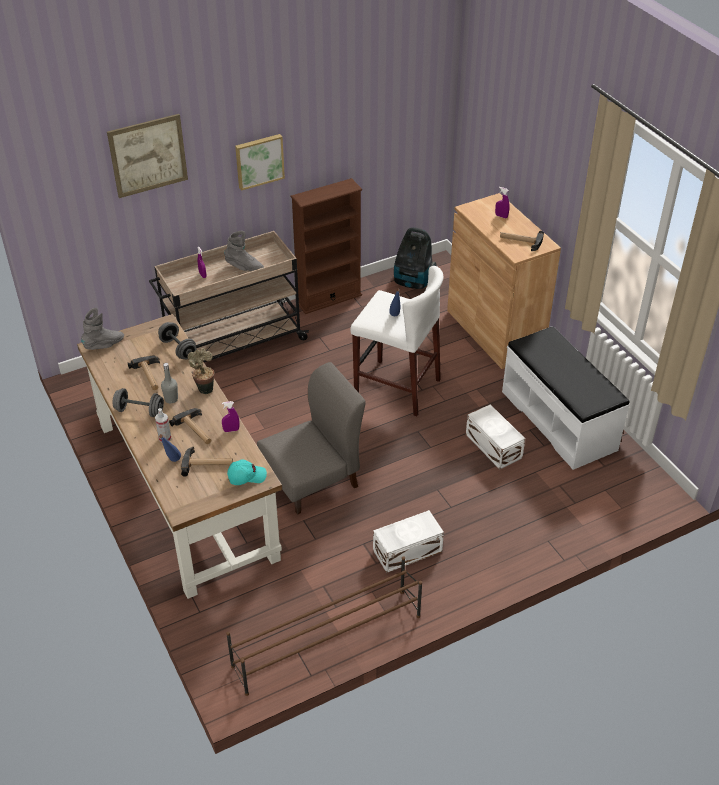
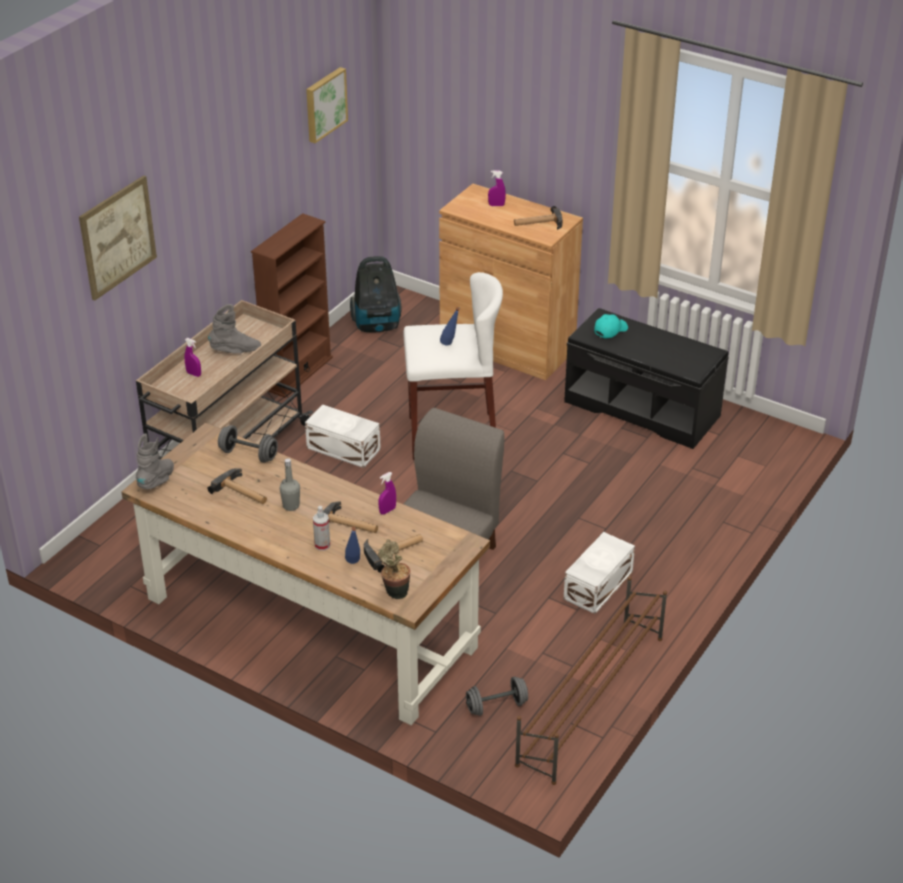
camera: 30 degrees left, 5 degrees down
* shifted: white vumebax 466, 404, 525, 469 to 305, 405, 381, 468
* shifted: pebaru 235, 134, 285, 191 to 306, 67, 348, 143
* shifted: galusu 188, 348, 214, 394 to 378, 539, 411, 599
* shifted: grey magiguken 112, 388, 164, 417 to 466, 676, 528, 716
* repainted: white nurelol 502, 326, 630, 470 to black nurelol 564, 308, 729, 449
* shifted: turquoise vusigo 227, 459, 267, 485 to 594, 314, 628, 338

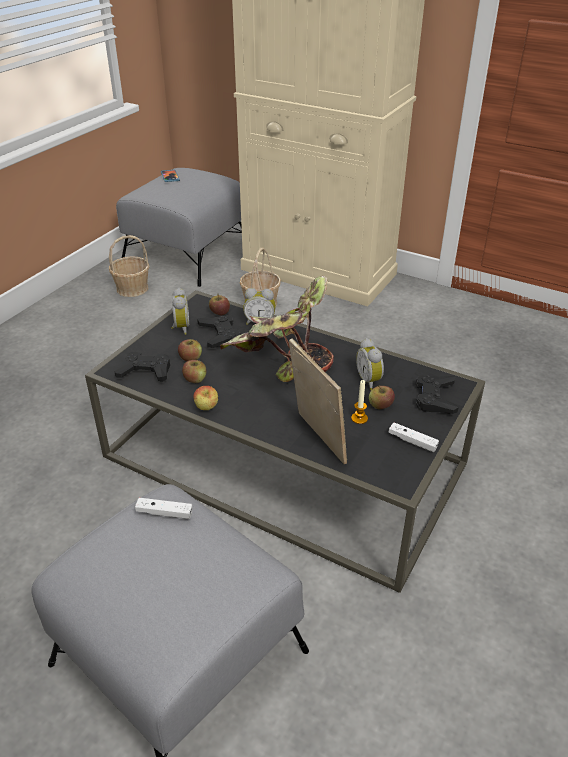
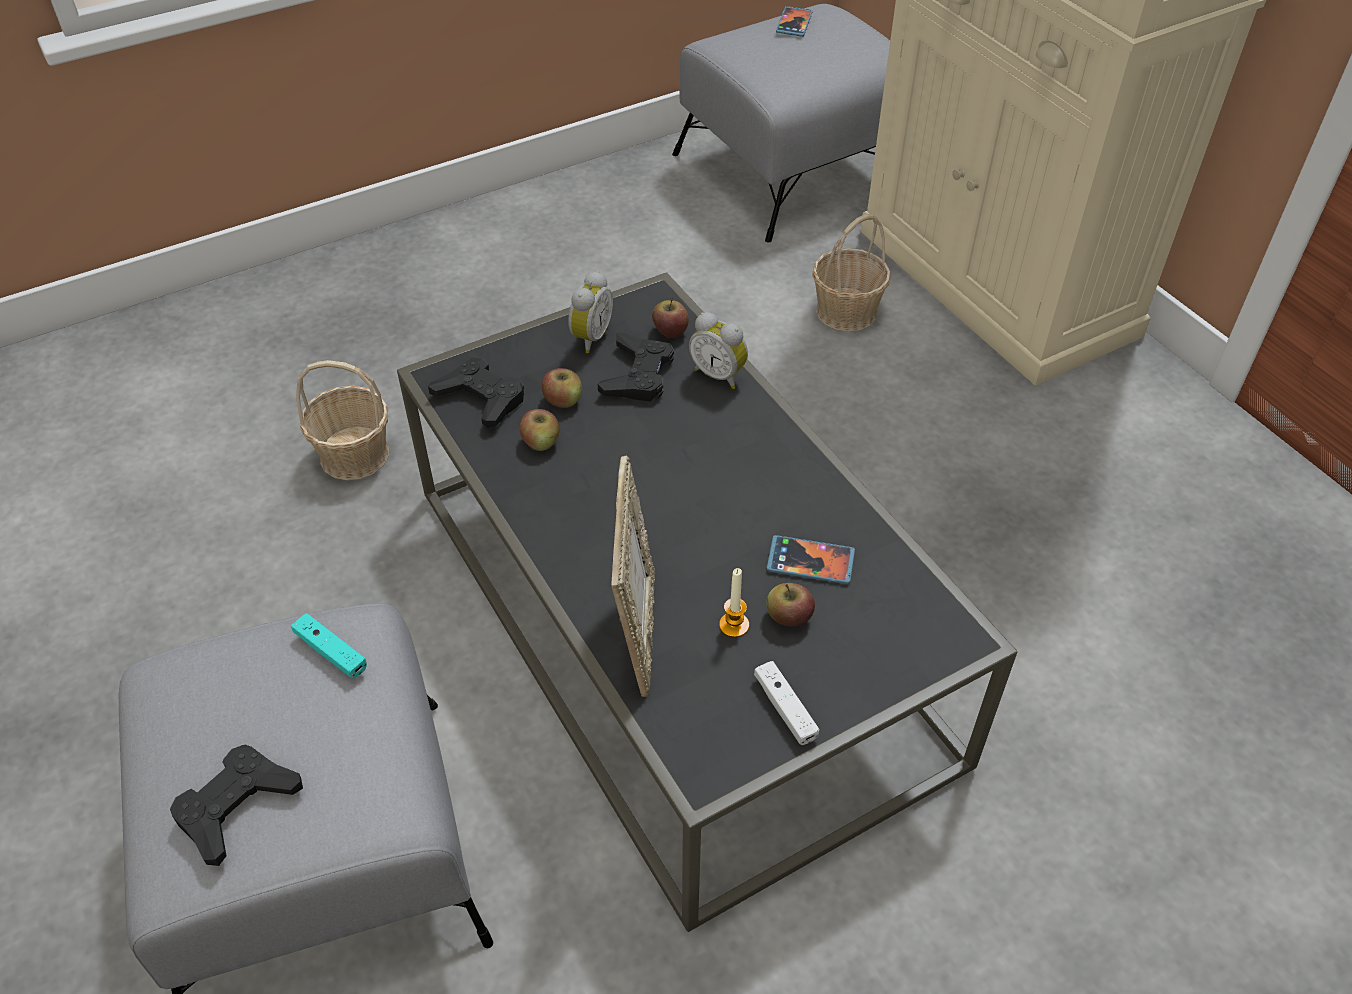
camera: 30 degrees right, 10 degrees up
* shifted: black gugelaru 416, 375, 459, 414 to 170, 744, 303, 866
* repainted: white gugelaru 135, 498, 192, 519 to turquoise gugelaru 291, 613, 367, 678
* shifted: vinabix 109, 235, 149, 297 to 296, 360, 389, 480
* swapped: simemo 356, 338, 384, 390 to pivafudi 766, 535, 855, 584
* gone: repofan 194, 386, 218, 410
* gone: galusu 220, 276, 334, 382

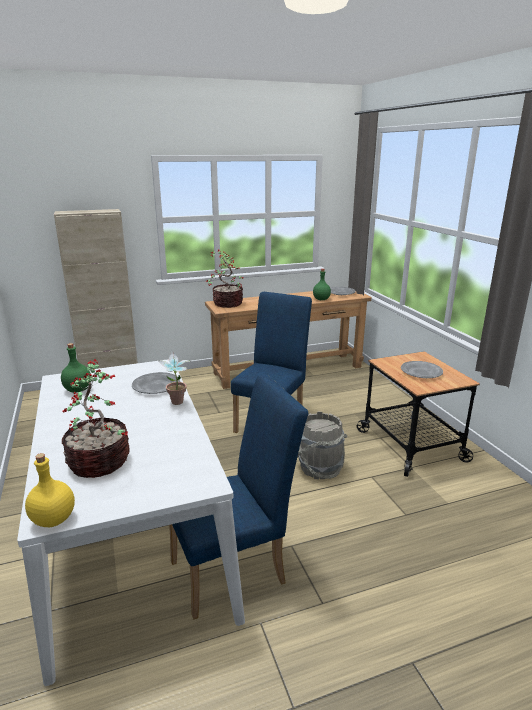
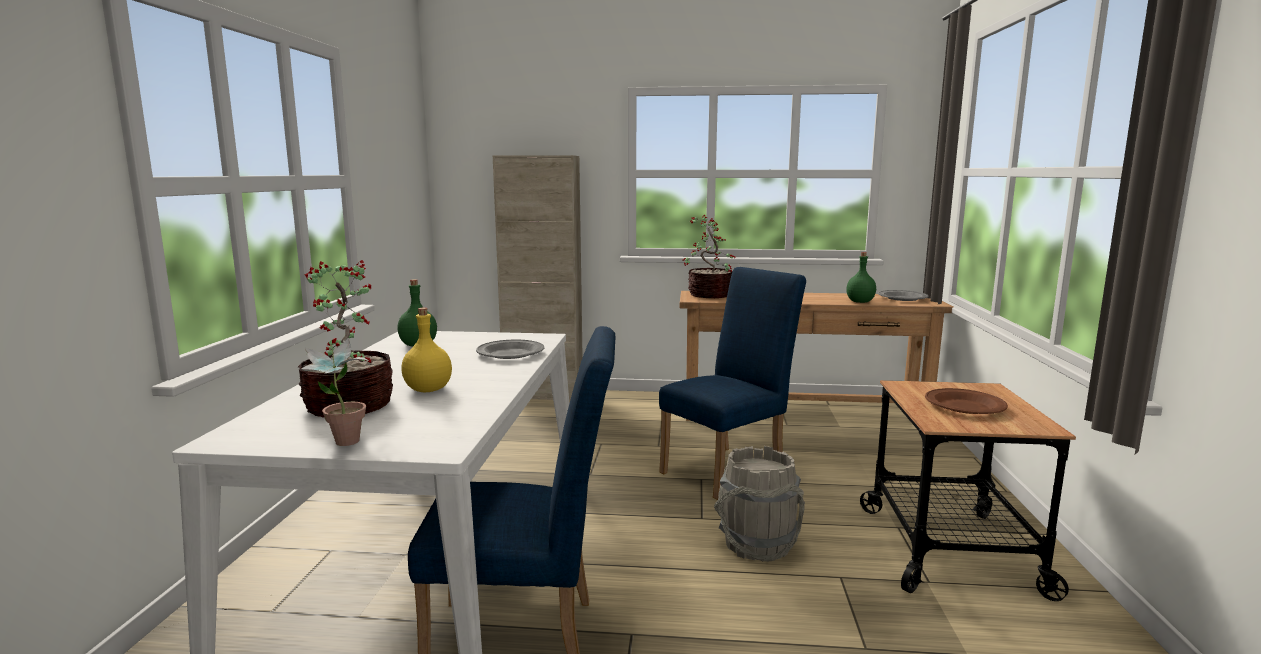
camera: 25 degrees right, 10 degrees down
* shifted: galusu 157, 352, 189, 405 to 301, 338, 369, 446
* shifted: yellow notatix 25, 453, 75, 527 to 401, 308, 452, 392
* repainted: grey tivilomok 401, 361, 443, 378 to brown tivilomok 925, 388, 1008, 414

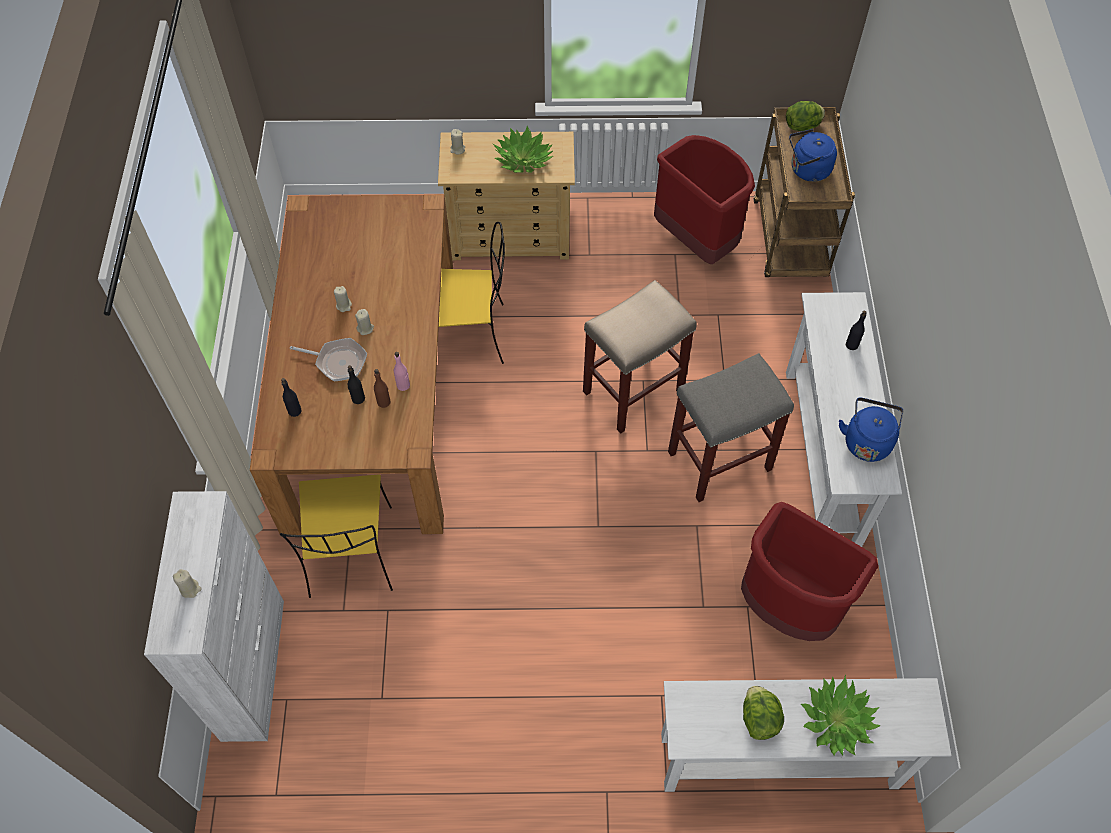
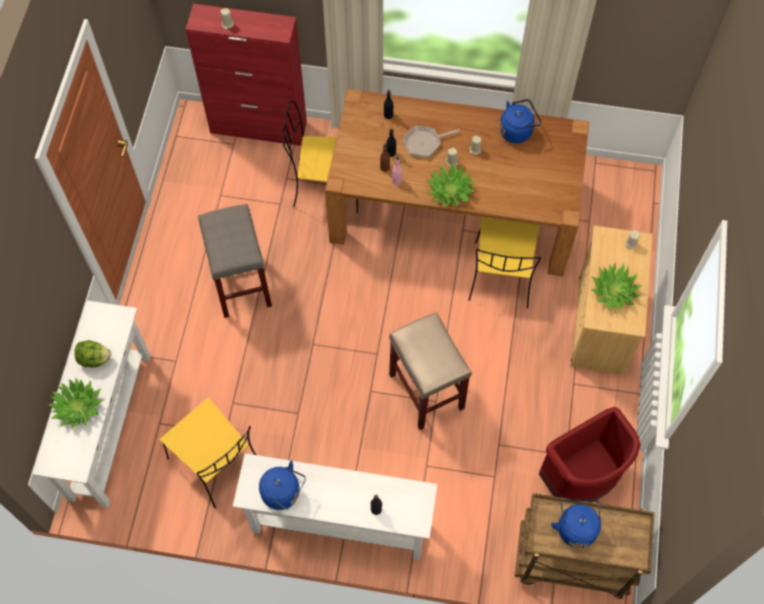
camera: 100 degrees right, 5 degrees up
* swapped: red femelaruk 741, 502, 878, 641 to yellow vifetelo 159, 398, 256, 508
* repainted: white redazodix 144, 491, 284, 742 to red redazodix 185, 4, 307, 146
* shifted: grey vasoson 668, 353, 794, 502 to 198, 204, 272, 318
* rotated: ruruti 290, 338, 367, 381 = 403, 126, 459, 157 45 degrees clockwise
* new: galusu 427, 163, 475, 207
* new: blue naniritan 499, 99, 542, 143
* gone: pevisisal 786, 101, 825, 131

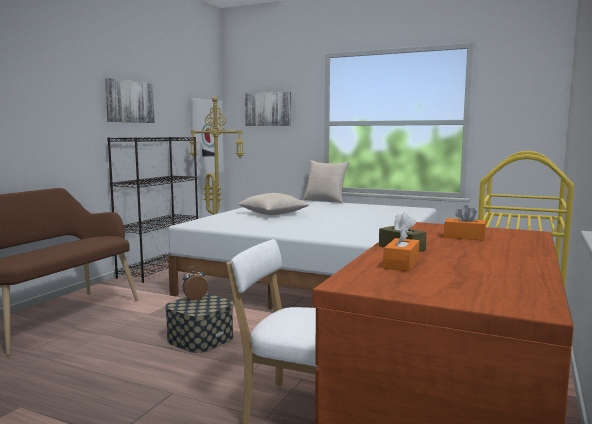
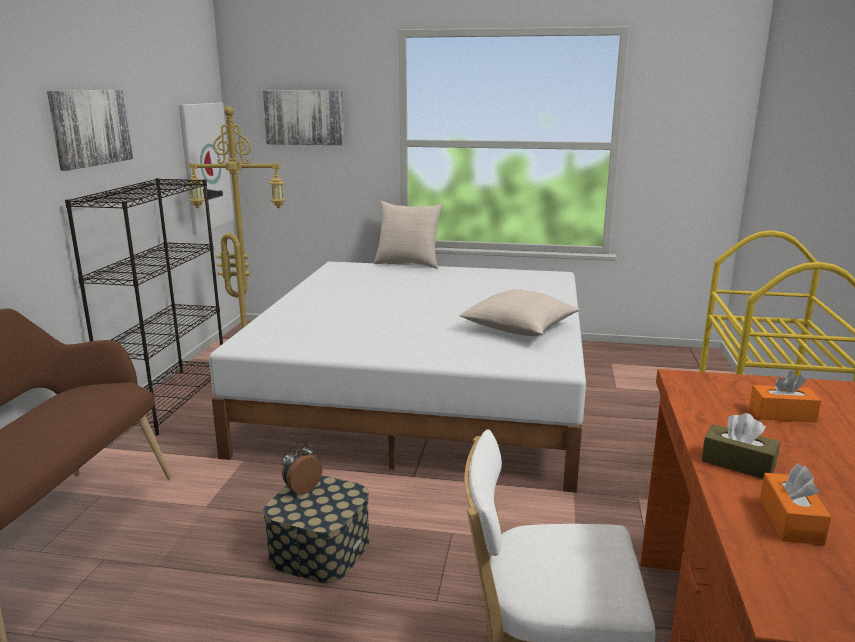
camera: 15 degrees left, 10 degrees up
* shifted: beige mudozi 238, 193, 309, 215 to 459, 290, 580, 336

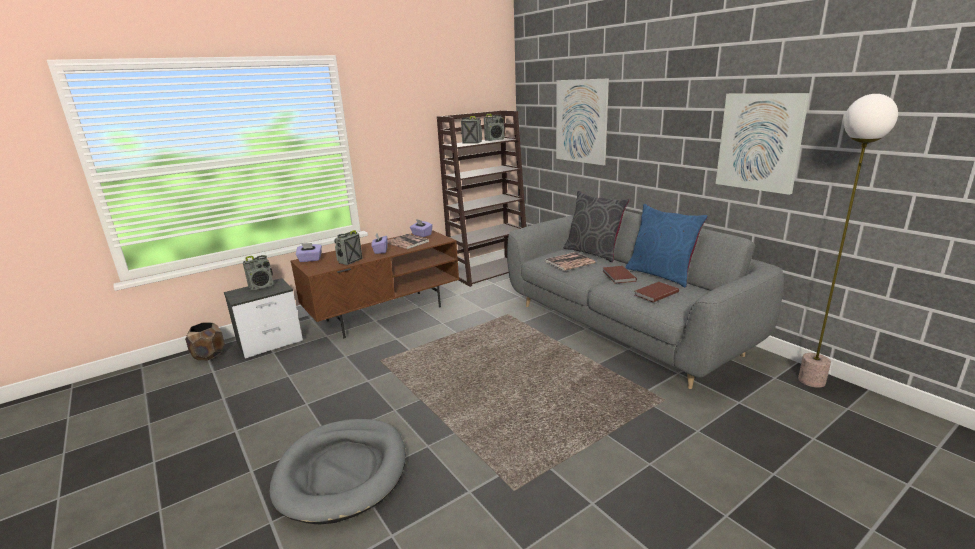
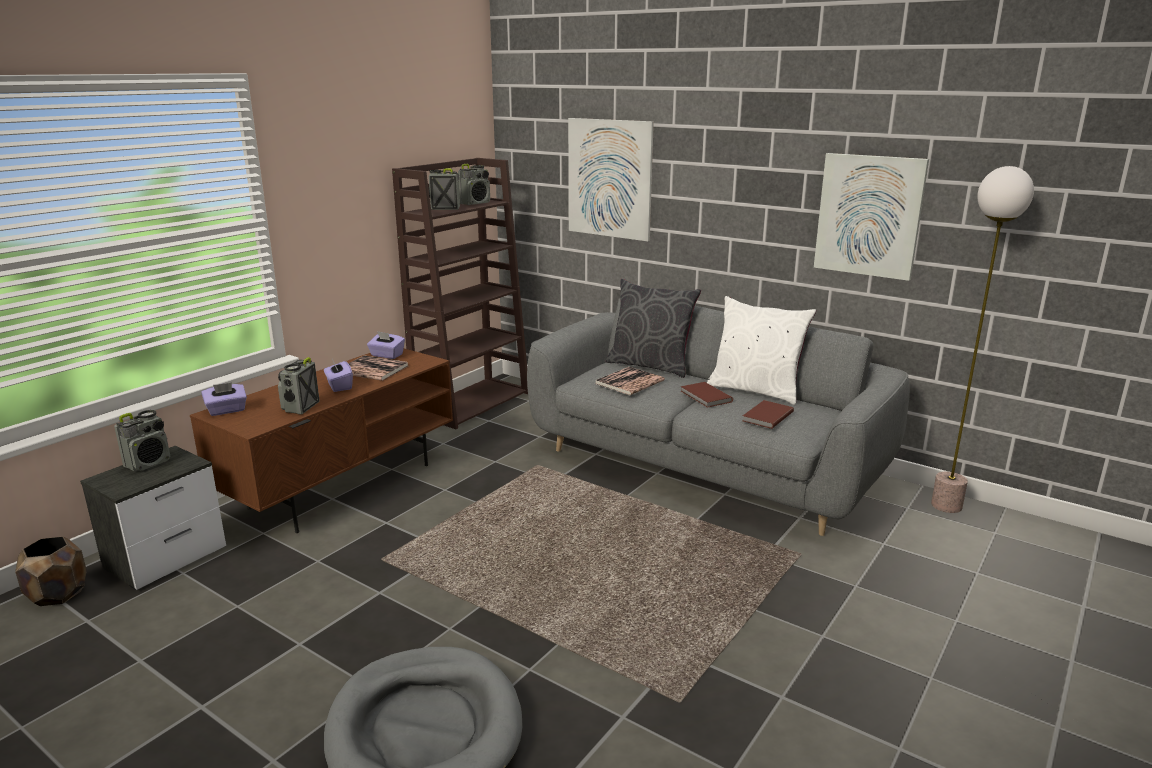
camera: 20 degrees left, 0 degrees up
* repainted: blue mudozi 625, 204, 708, 287 to white mudozi 707, 296, 816, 405

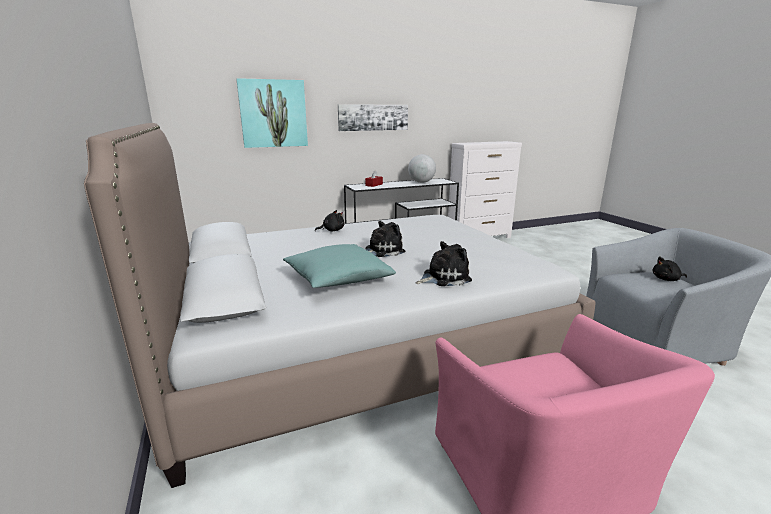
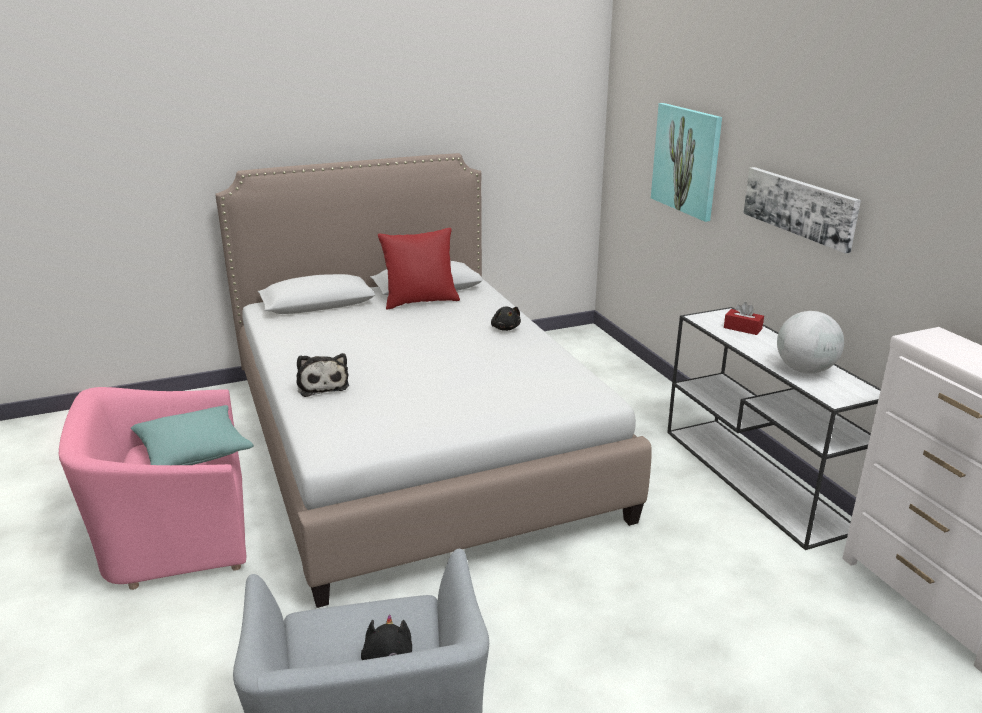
camera: 90 degrees right, 5 degrees up
* shifted: turquoise mudozi 283, 244, 396, 288 to 131, 405, 254, 465
* new: red mudozi 378, 228, 460, 310
* gone: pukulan 365, 221, 405, 257

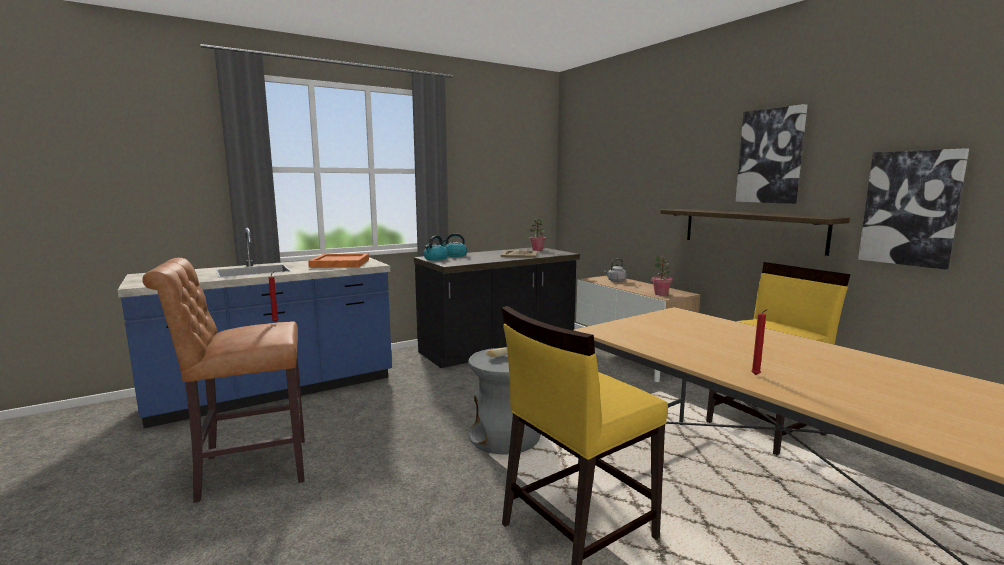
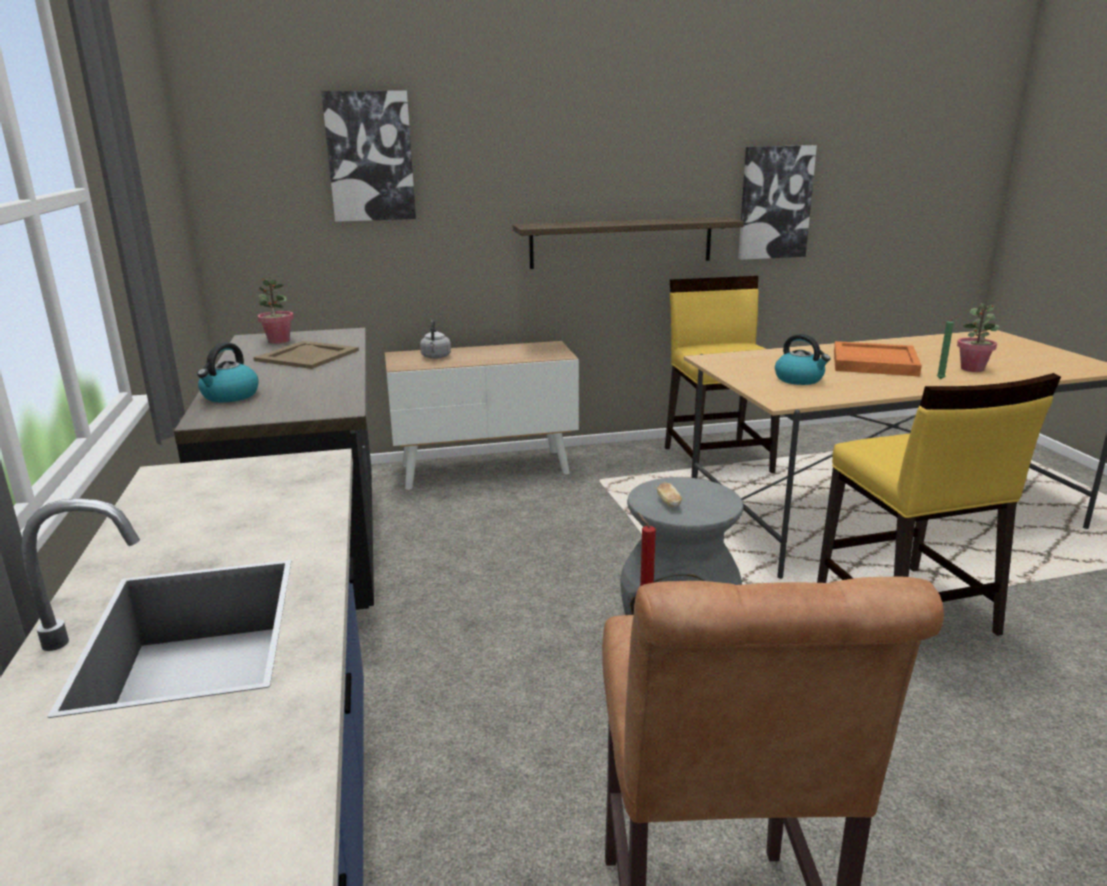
camera: 70 degrees left, 10 degrees up
* shifted: pebaru 735, 104, 807, 204 to 321, 91, 416, 222
* shifted: naniritan 424, 236, 448, 260 to 775, 334, 831, 385
* shifted: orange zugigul 308, 254, 369, 268 to 834, 341, 922, 376
* repainted: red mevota 751, 309, 768, 375 to green mevota 937, 316, 958, 379
* shifted: galusu 651, 256, 673, 296 to 957, 303, 999, 372

